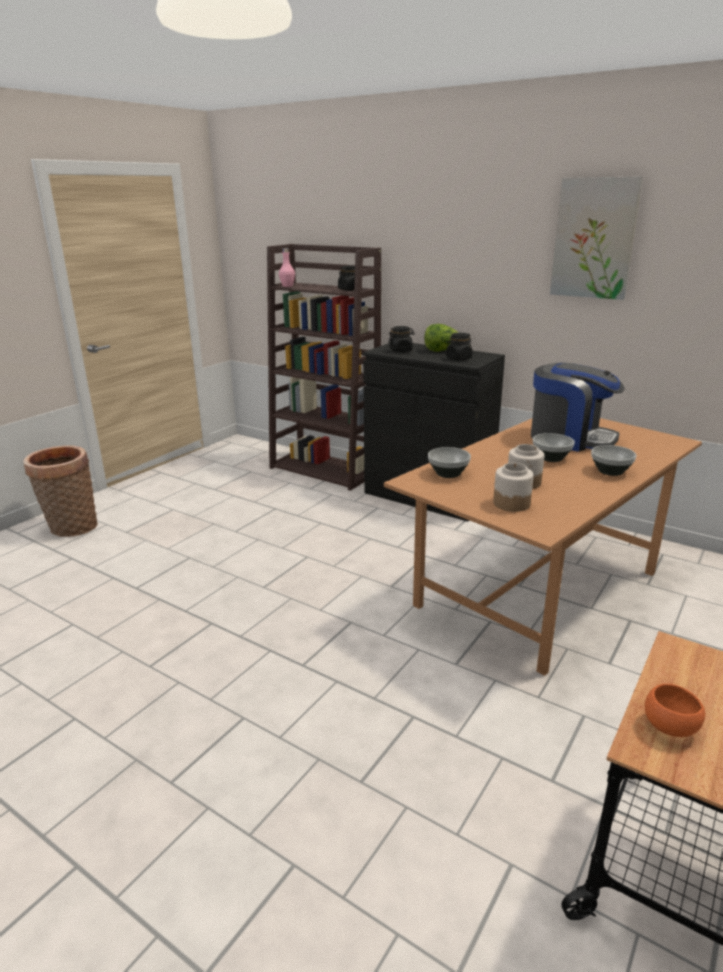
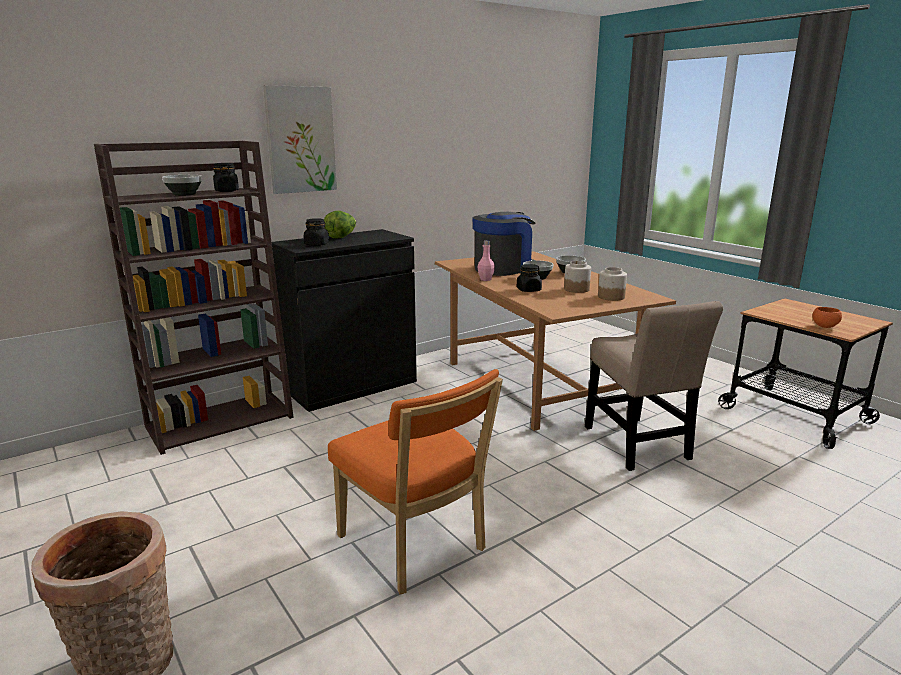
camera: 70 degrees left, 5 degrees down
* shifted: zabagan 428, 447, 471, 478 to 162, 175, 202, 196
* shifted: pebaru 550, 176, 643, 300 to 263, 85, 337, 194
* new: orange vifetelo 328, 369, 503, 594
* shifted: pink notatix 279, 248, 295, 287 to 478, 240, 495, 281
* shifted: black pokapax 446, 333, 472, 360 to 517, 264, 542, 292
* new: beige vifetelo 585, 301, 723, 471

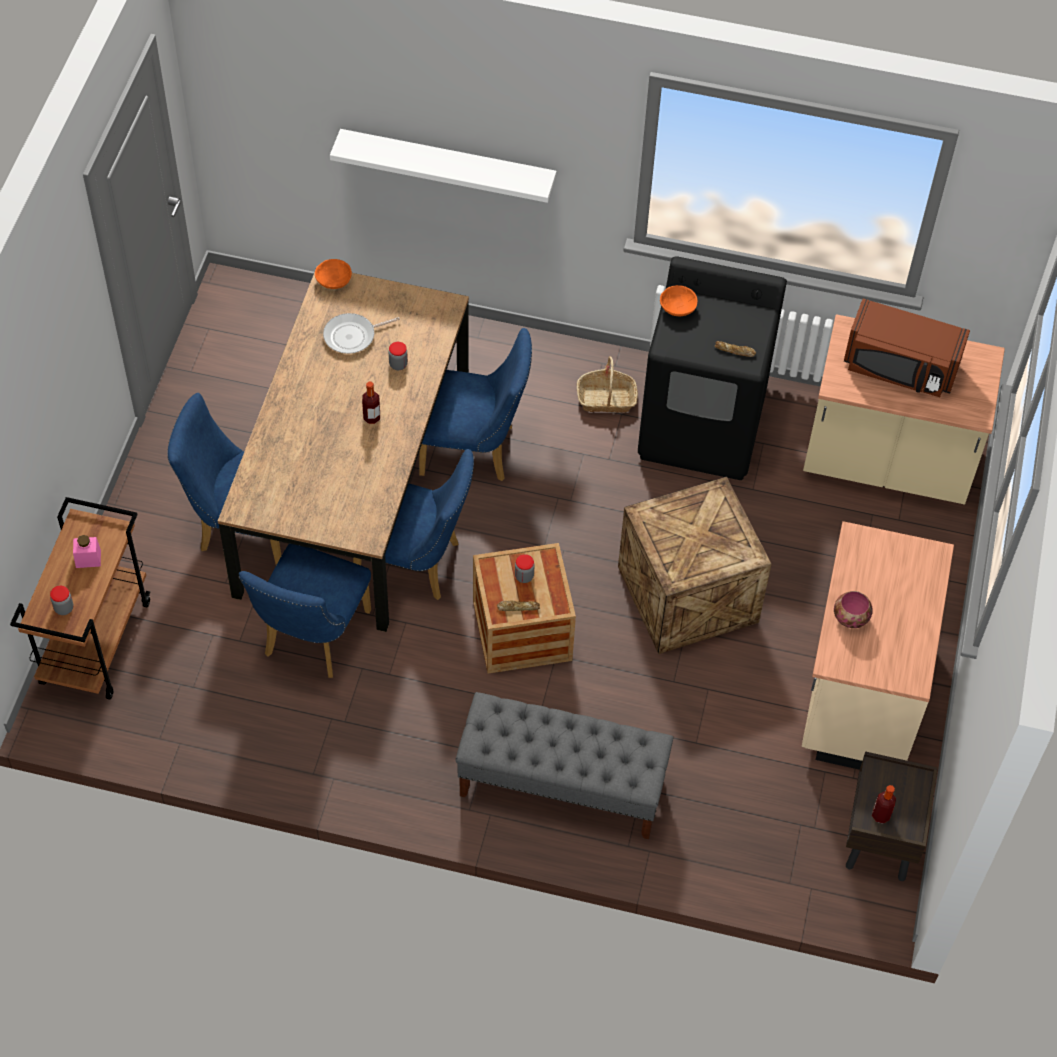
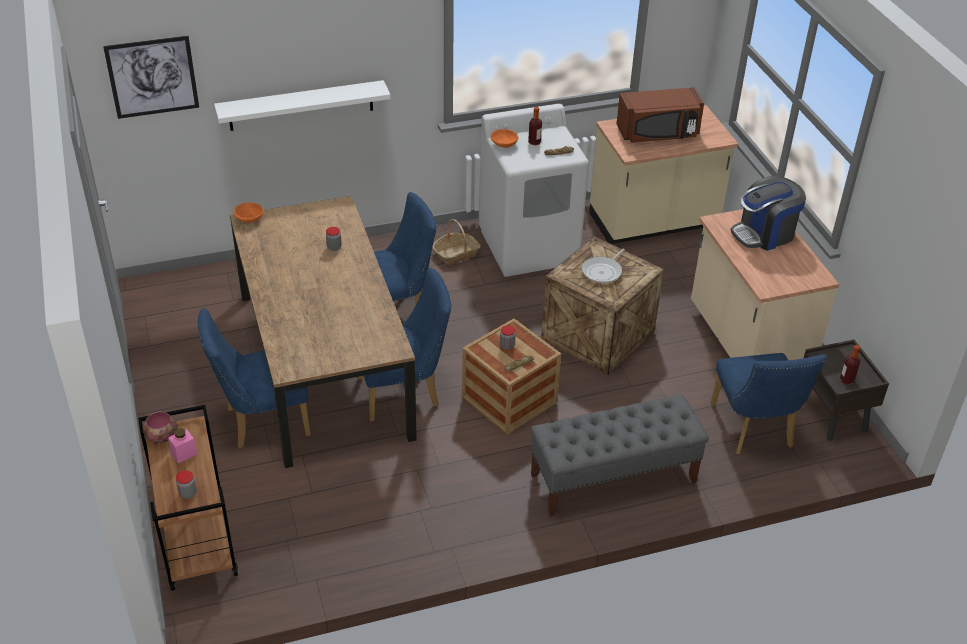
camera: 30 degrees left, 15 degrees down
* new: pebaru 103, 36, 199, 119
* shifted: zabagan 834, 591, 873, 628 to 143, 412, 177, 444
* repainted: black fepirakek 638, 257, 787, 480 to white fepirakek 479, 104, 589, 277
* shifted: notatix 362, 382, 380, 424 to 528, 107, 542, 145
* shifted: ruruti 323, 313, 400, 354 to 582, 249, 625, 283
* shifted: blue vifetelo 239, 544, 371, 678 to 711, 353, 827, 454
* new: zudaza 730, 176, 806, 251

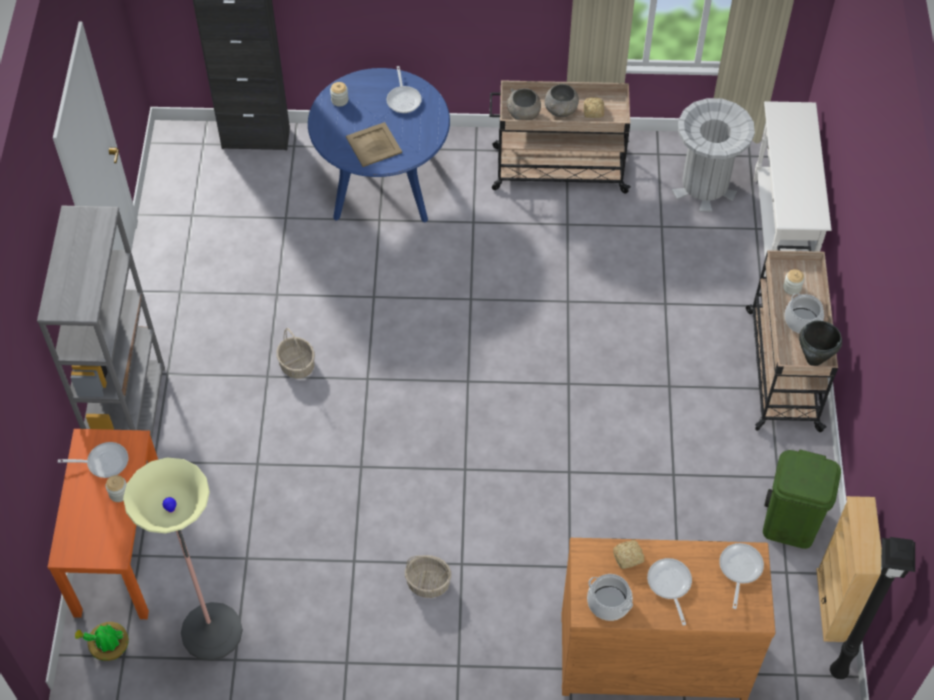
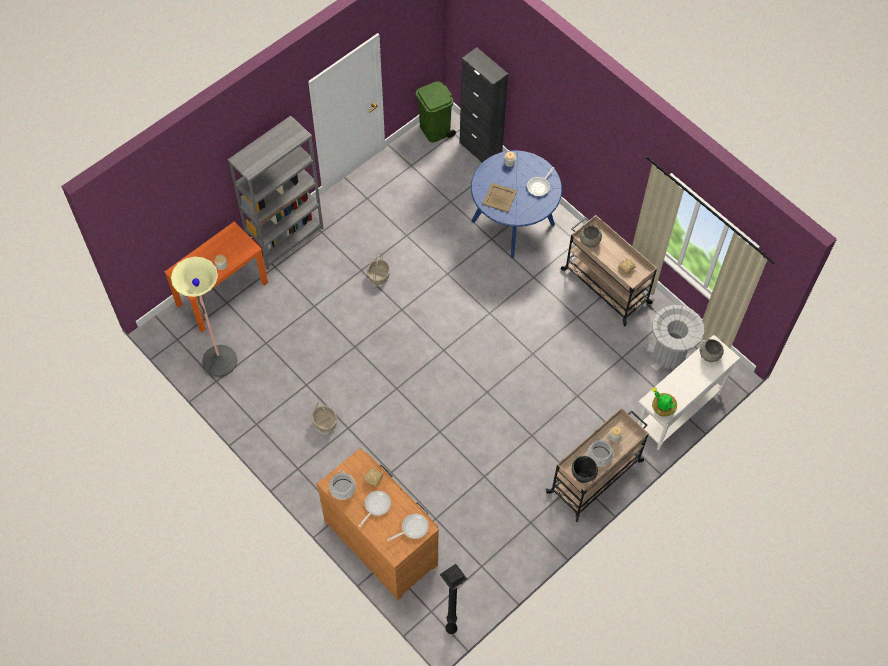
camera: 45 degrees right, 5 degrees up
* shifted: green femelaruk 763, 450, 841, 549 to 415, 81, 456, 143
* shifted: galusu 74, 622, 129, 661 to 651, 387, 677, 417
* shifted: grey zabagan 545, 84, 579, 117 to 700, 339, 724, 362
* gone: ruruti 58, 442, 128, 478
* gone: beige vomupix 816, 496, 882, 642

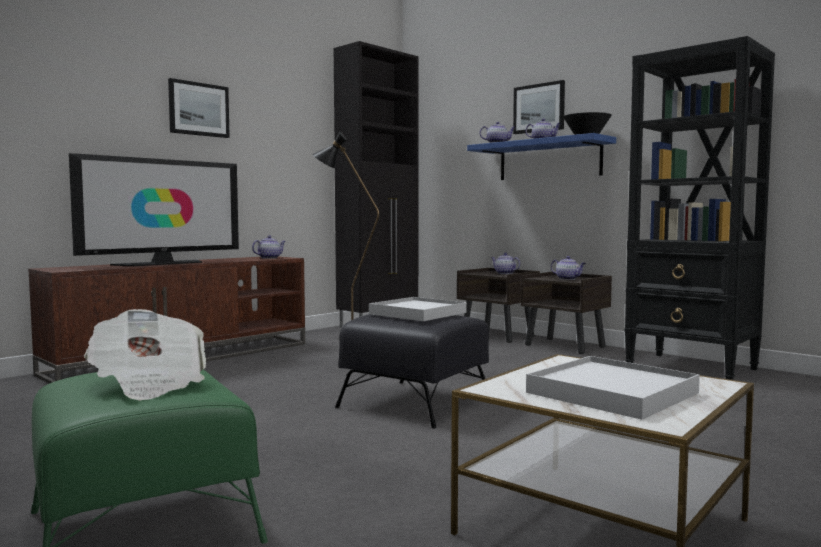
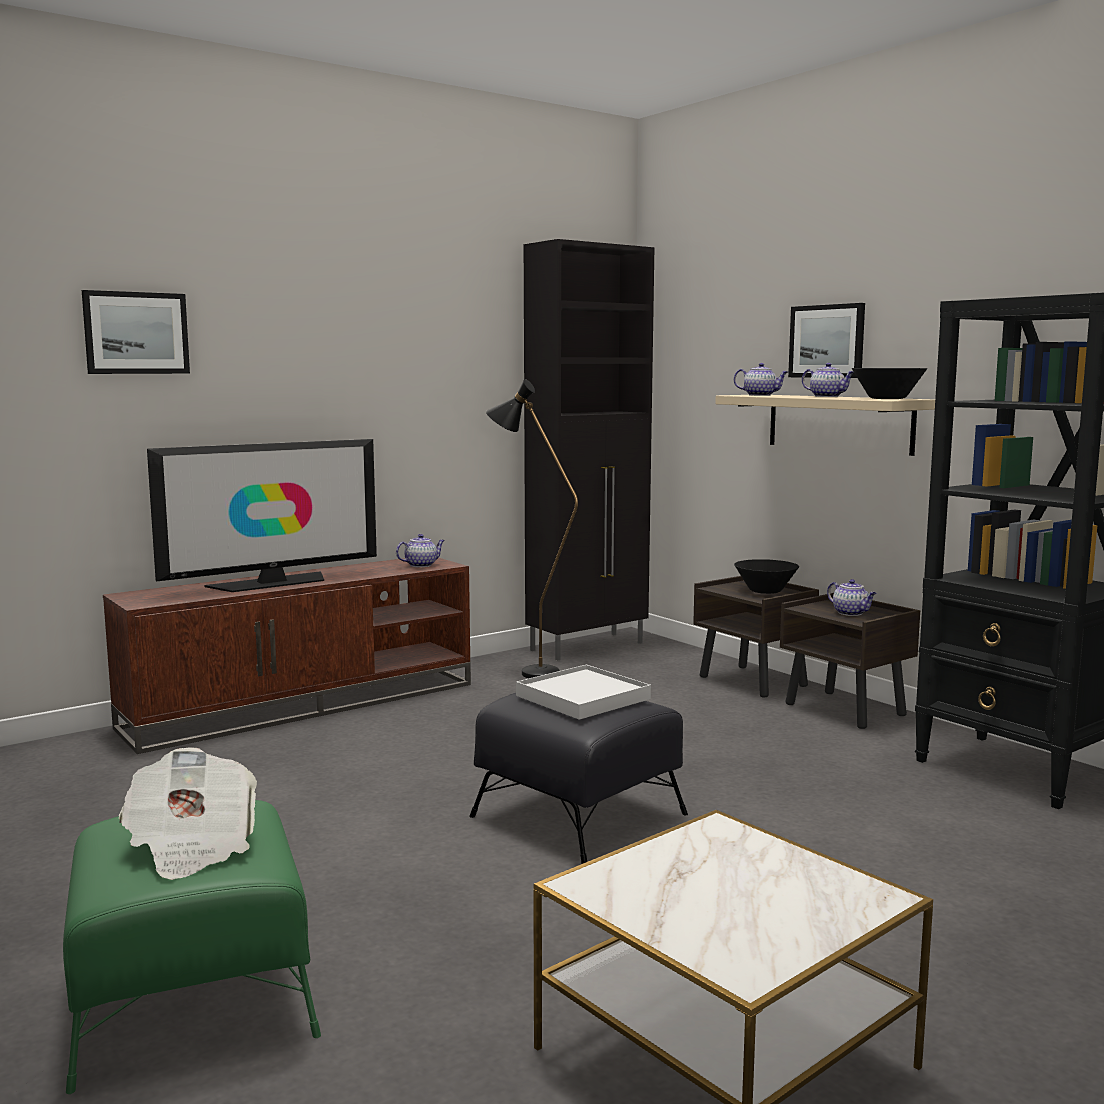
camera: 10 degrees right, 5 degrees up
* shifted: pebaru 168, 78, 230, 138 to 82, 290, 190, 374
* repainted: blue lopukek 467, 133, 616, 180 to beige lopukek 715, 395, 935, 456
* swapped: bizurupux 491, 253, 520, 274 to black zabagan 734, 559, 799, 594
* gone: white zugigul 526, 356, 700, 420

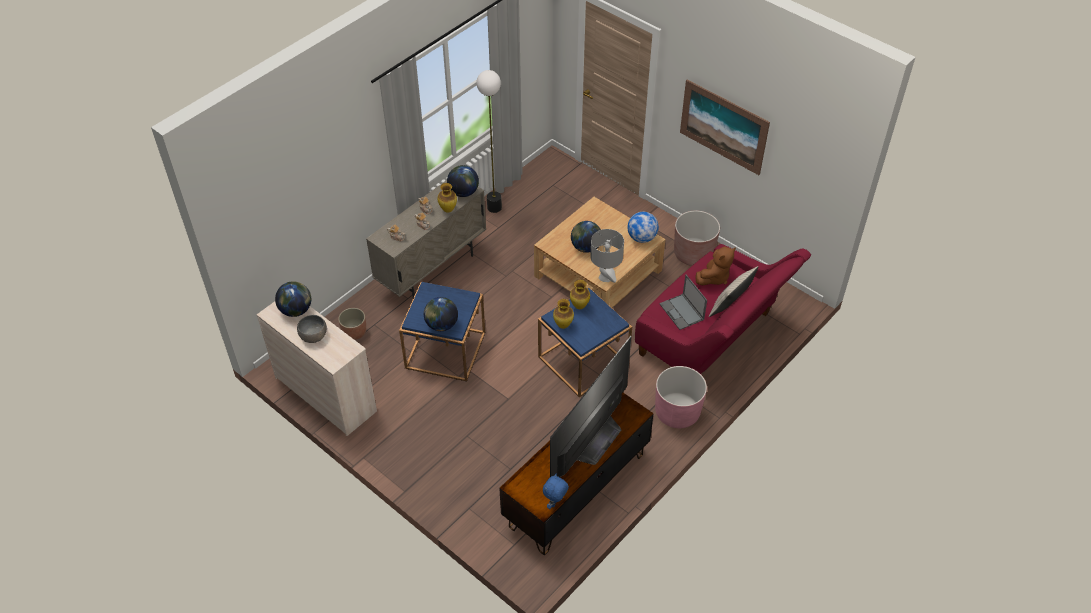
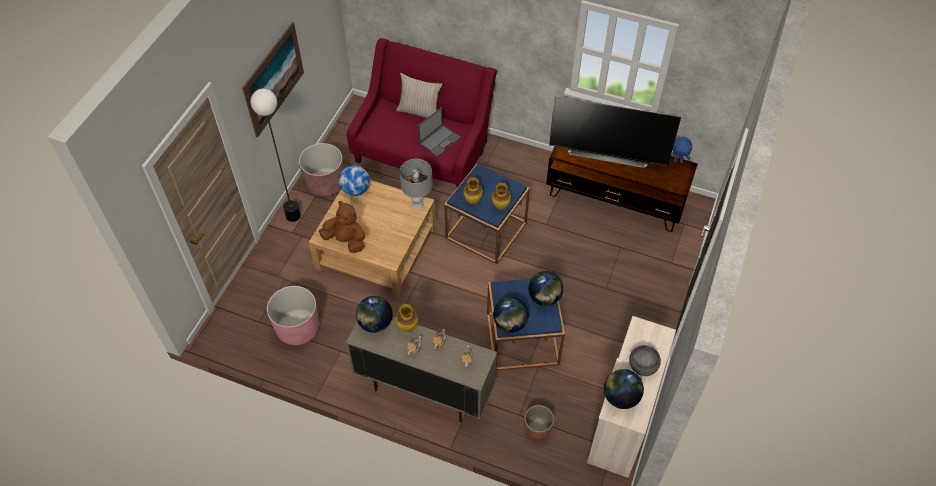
camera: 110 degrees left, 5 degrees up
* shifted: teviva 476, 70, 502, 213 to 250, 89, 301, 222
* shifted: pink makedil 655, 366, 707, 428 to 267, 286, 319, 345
* shifted: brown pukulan 695, 246, 736, 286 to 319, 201, 365, 253
* shifted: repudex 571, 221, 601, 253 to 493, 297, 529, 333

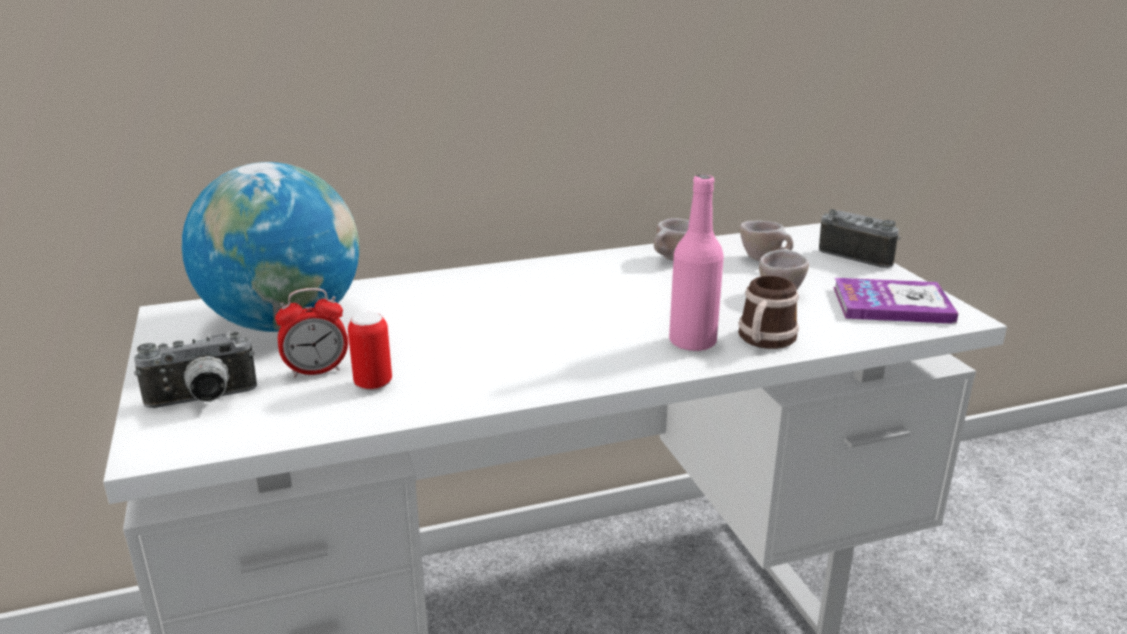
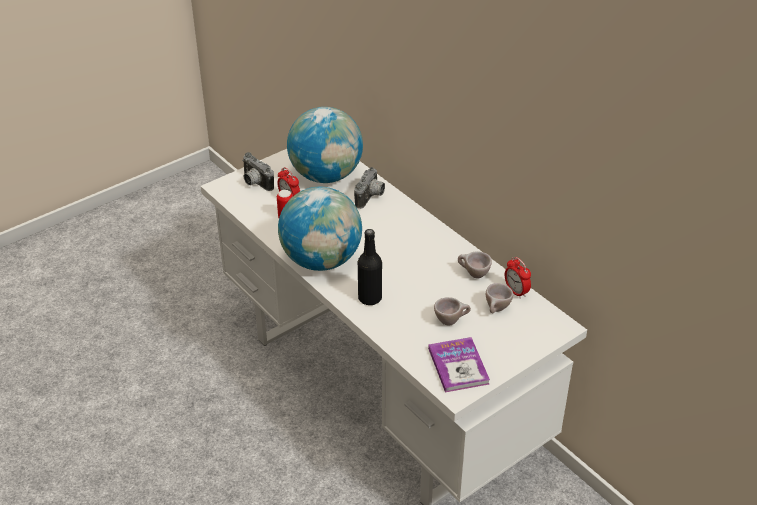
camera: 70 degrees right, 15 degrees up
* new: repudex 278, 187, 362, 271
* shifted: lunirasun 819, 209, 901, 268 to 354, 167, 385, 209
* repainted: pink notatix 669, 175, 724, 352 to black notatix 358, 229, 382, 305
* new: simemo 505, 257, 531, 299
* gone: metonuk 738, 276, 799, 349

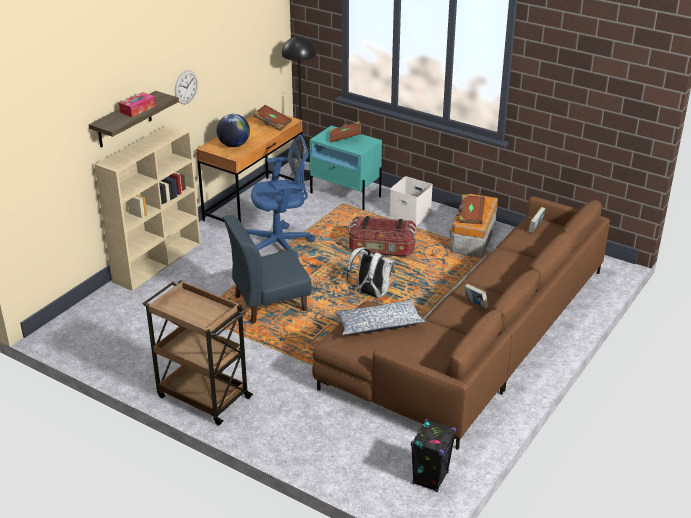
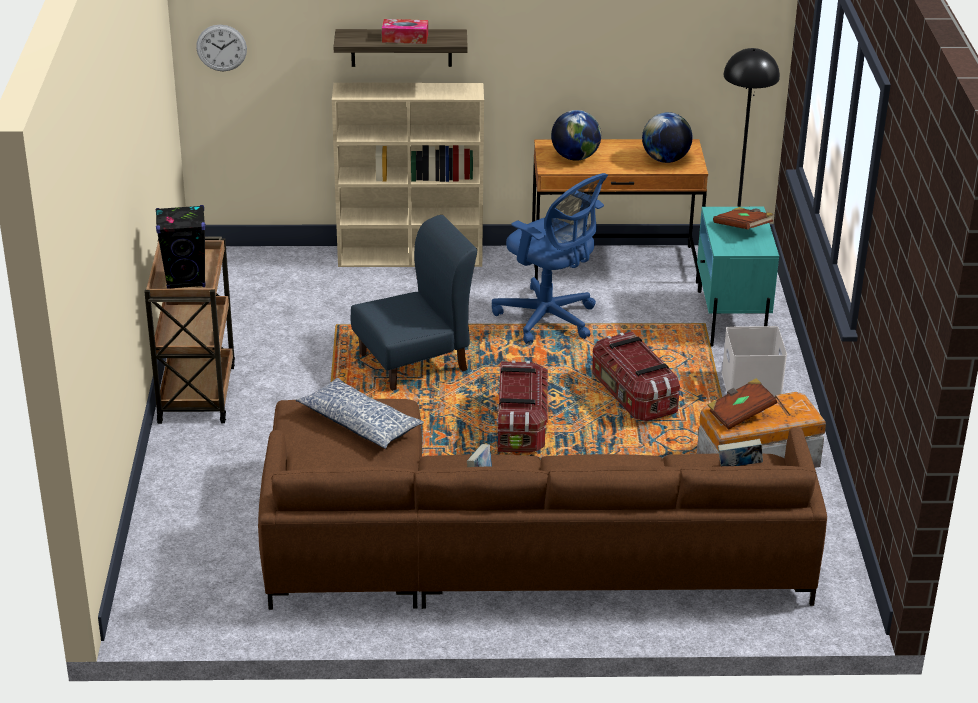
camera: 55 degrees right, 0 degrees up
* shifted: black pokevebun 411, 419, 456, 492 to 155, 205, 206, 289
* shifted: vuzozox 175, 70, 198, 104 to 196, 25, 247, 71
* rotated: blue vifetelo 223, 215, 312, 324 = 351, 215, 477, 391 120 degrees clockwise
* swapped: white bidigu 347, 247, 395, 298 to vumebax 497, 360, 548, 453
* swapped: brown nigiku 254, 105, 292, 131 to repudex 642, 112, 693, 163

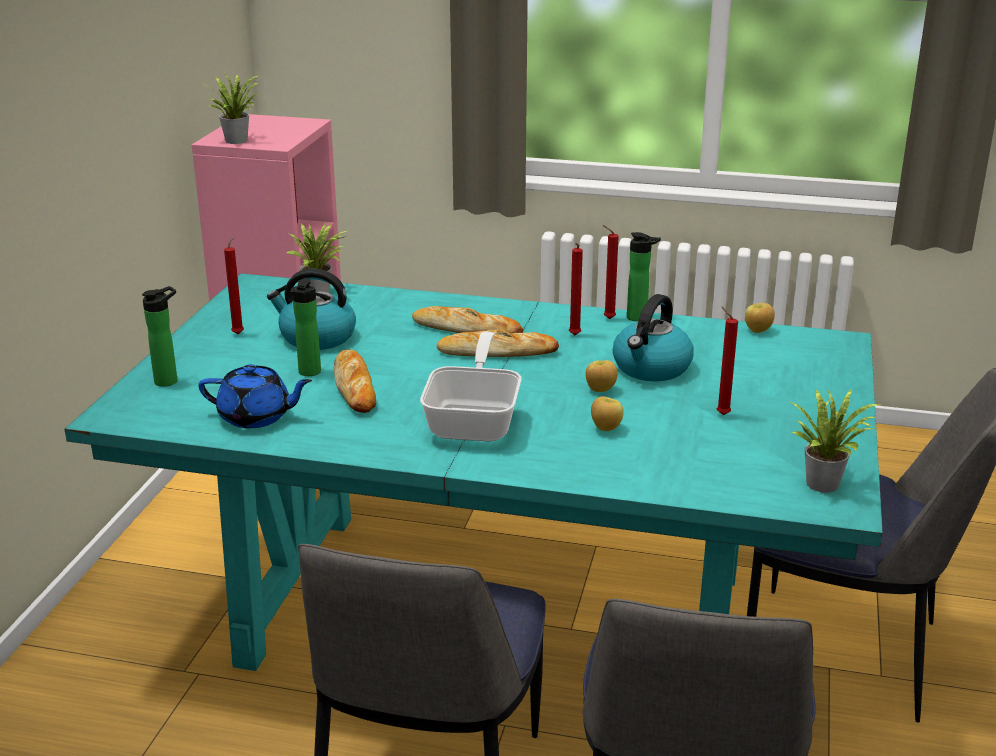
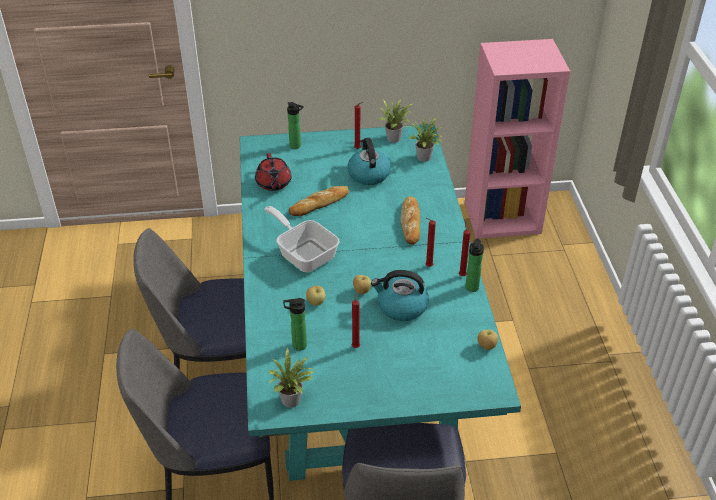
camera: 70 degrees right, 15 degrees up
* repainted: blue bizurupux 198, 364, 312, 428 to red bizurupux 255, 153, 292, 191
* rotated: ruruti 420, 332, 522, 442 = 264, 206, 340, 272 120 degrees counterclockwise
* shifted: notatix 290, 278, 321, 376 to 283, 298, 307, 351
* shifted: galusu 204, 74, 260, 144 to 379, 99, 414, 143
* gone: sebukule 437, 329, 559, 357

